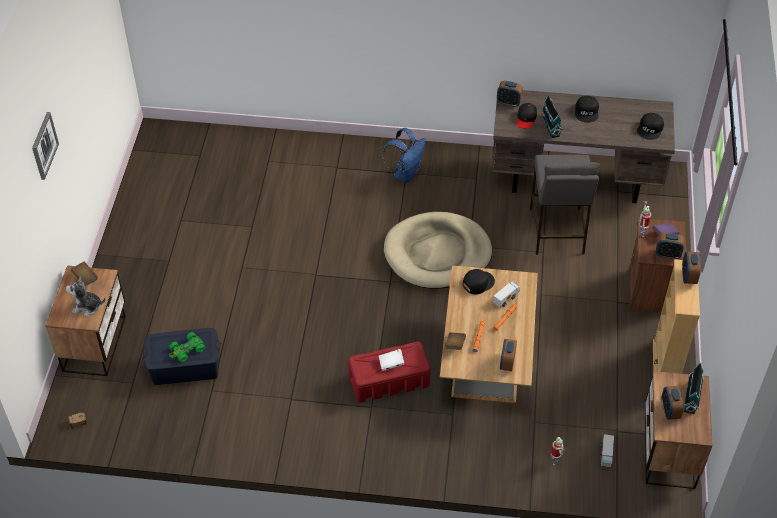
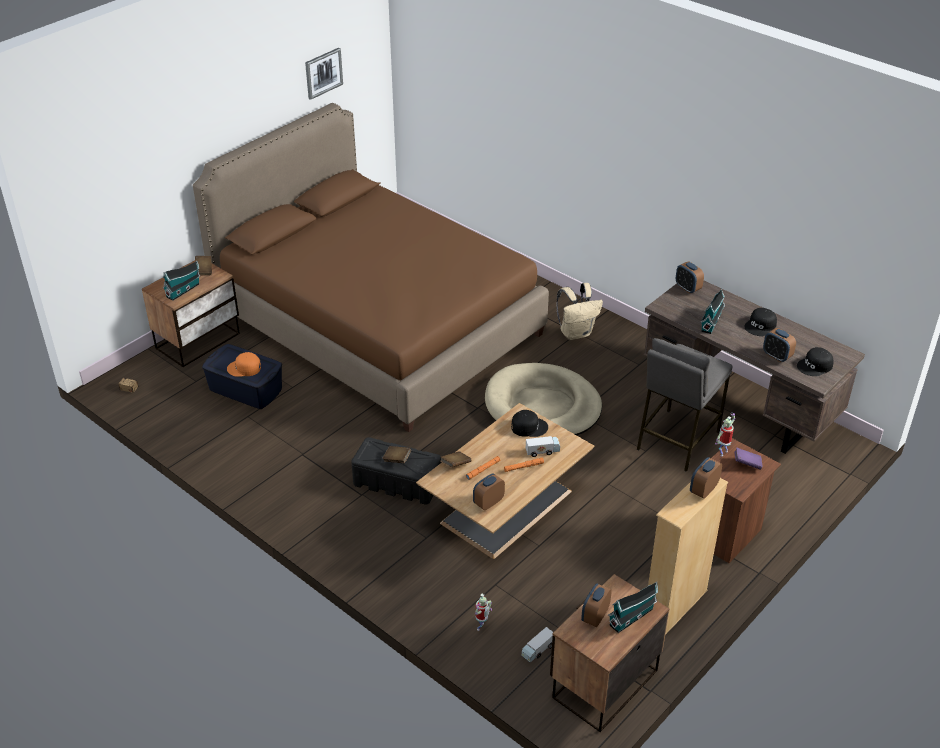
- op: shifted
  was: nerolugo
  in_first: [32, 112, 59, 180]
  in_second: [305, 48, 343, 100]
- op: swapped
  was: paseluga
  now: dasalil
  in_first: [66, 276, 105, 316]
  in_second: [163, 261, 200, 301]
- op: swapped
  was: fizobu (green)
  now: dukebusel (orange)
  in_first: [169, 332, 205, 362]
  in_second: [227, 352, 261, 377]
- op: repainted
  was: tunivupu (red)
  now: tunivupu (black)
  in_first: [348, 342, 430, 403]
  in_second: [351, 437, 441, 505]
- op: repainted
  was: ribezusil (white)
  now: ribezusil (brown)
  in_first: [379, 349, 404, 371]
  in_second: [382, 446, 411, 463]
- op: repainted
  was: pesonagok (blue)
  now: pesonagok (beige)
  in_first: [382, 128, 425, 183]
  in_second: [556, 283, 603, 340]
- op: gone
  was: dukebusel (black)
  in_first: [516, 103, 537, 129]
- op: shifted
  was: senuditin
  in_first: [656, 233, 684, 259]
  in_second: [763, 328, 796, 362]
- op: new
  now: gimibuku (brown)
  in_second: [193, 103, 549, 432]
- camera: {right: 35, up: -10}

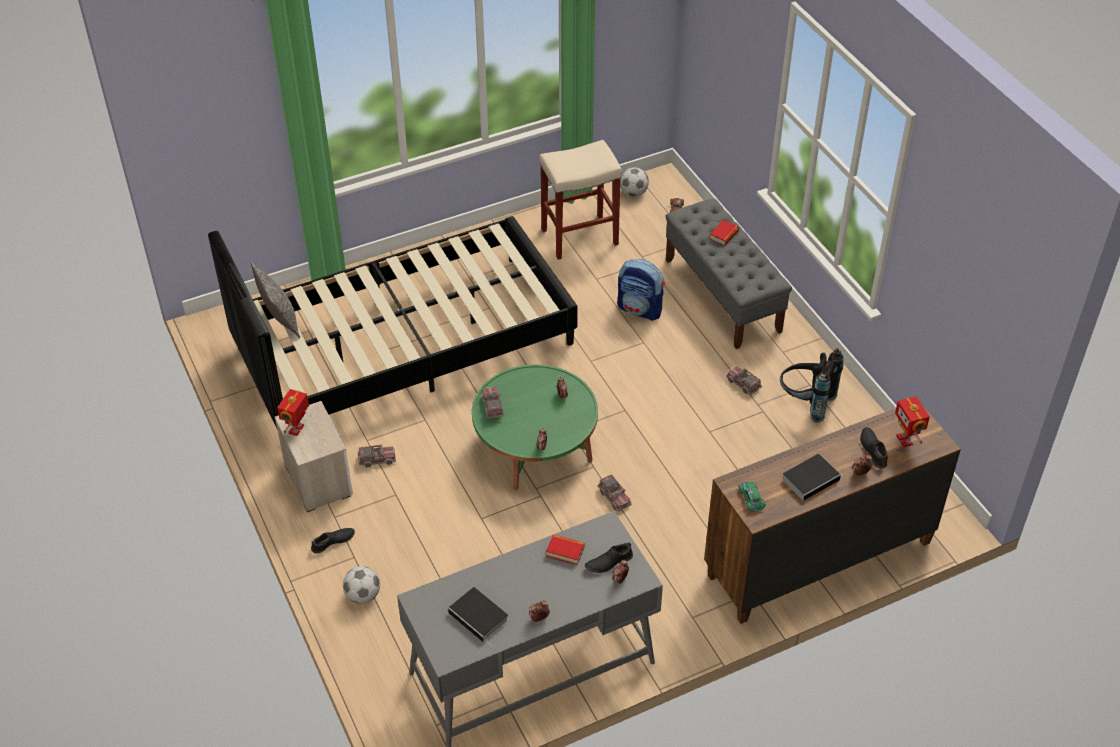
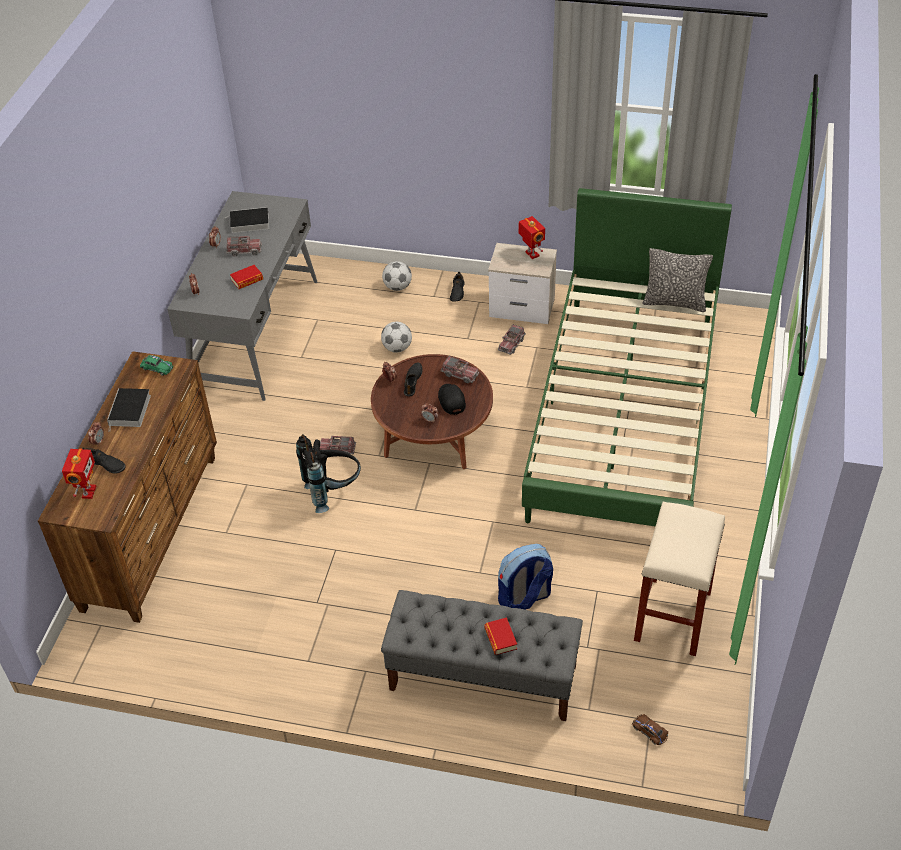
- op: repainted
  was: gimibuku (black)
  now: gimibuku (green)
  in_first: [208, 216, 578, 428]
  in_second: [522, 188, 732, 526]
- op: repainted
  was: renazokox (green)
  now: renazokox (brown)
  in_first: [472, 365, 598, 491]
  in_second: [371, 354, 493, 469]
- op: shifted
  was: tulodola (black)
  in_first: [585, 542, 633, 573]
  in_second: [404, 362, 423, 396]
- op: shifted
  was: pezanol
  in_first: [620, 167, 649, 197]
  in_second: [381, 322, 412, 352]
- op: shifted
  was: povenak
  in_first: [726, 366, 762, 395]
  in_second: [226, 236, 262, 256]
- op: shifted
  was: pesonagok (black)
  in_first: [780, 348, 844, 423]
  in_second: [296, 434, 361, 513]
- op: rotated
  was: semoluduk
  in_first: [895, 396, 930, 447]
  in_second: [62, 449, 97, 499]
  clockwise: 75
- op: new
  now: dukebusel (black)
  in_second: [438, 384, 466, 415]
- camera: {right: 130, up: 0}

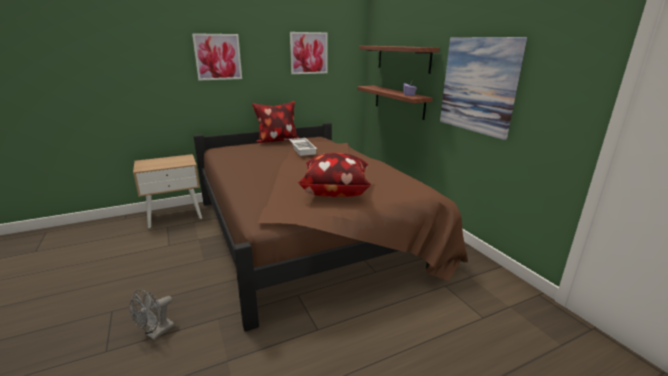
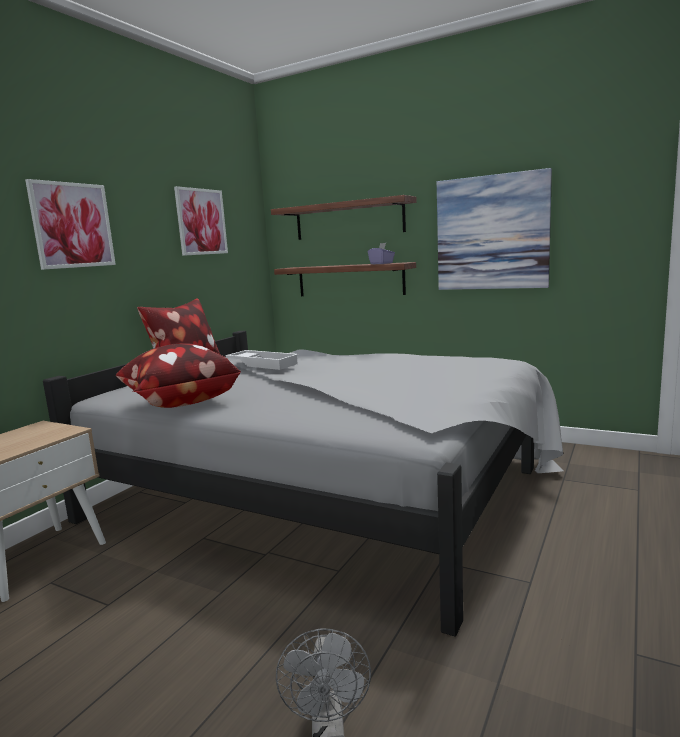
- op: repainted
  was: gimibuku (brown)
  now: gimibuku (grey)
  in_first: [194, 123, 468, 332]
  in_second: [43, 331, 563, 637]
- op: shifted
  was: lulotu
  in_first: [297, 153, 371, 197]
  in_second: [116, 343, 241, 408]
- camera: {right: -35, up: -10}

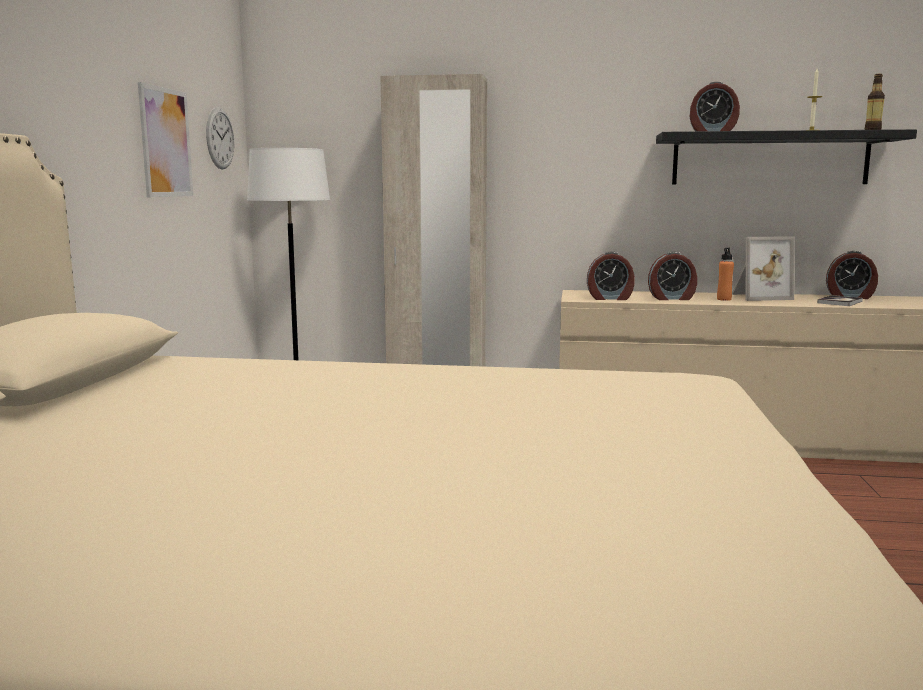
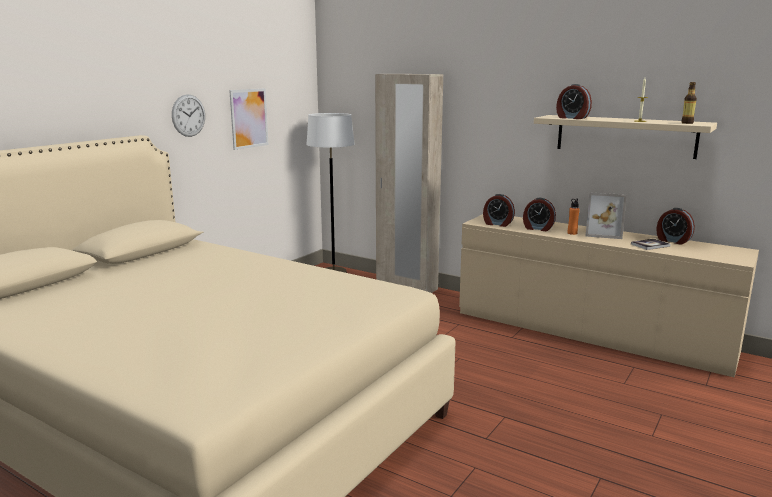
- op: shifted
  was: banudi
  in_first: [206, 107, 234, 169]
  in_second: [172, 94, 205, 137]
- op: repainted
  was: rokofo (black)
  now: rokofo (beige)
  in_first: [656, 129, 917, 184]
  in_second: [534, 115, 717, 159]
- camera: {right: 25, up: 5}

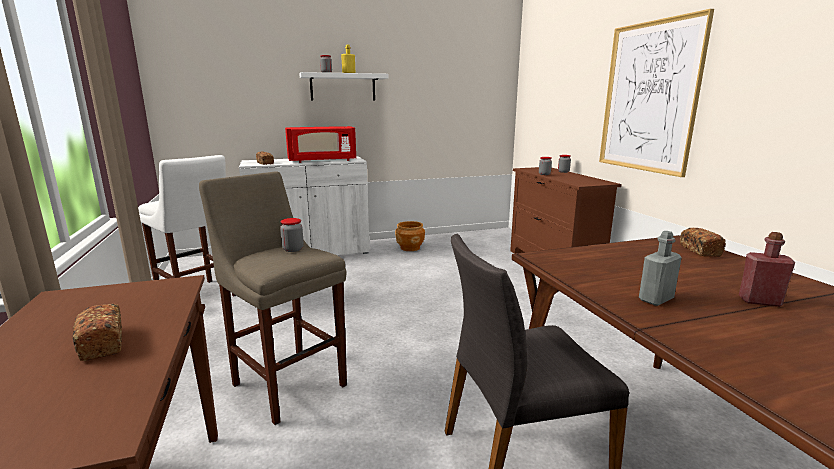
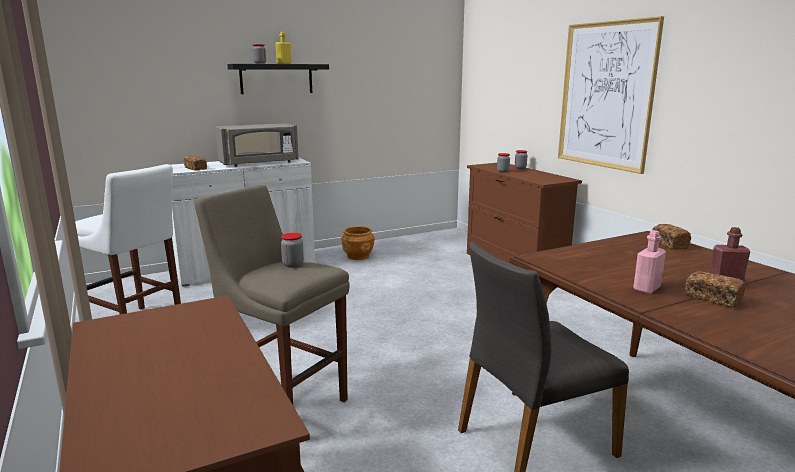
- op: shifted
  was: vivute
  in_first: [73, 304, 122, 361]
  in_second: [685, 271, 745, 307]
- op: repainted
  was: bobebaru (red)
  now: bobebaru (grey)
  in_first: [285, 126, 356, 163]
  in_second: [215, 123, 299, 167]
- op: repainted
  was: rokofo (white)
  now: rokofo (black)
  in_first: [299, 72, 389, 100]
  in_second: [227, 64, 329, 94]
- op: repainted
  was: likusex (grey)
  now: likusex (pink)
  in_first: [639, 231, 682, 306]
  in_second: [633, 230, 666, 294]
- camera: {right: -10, up: 0}

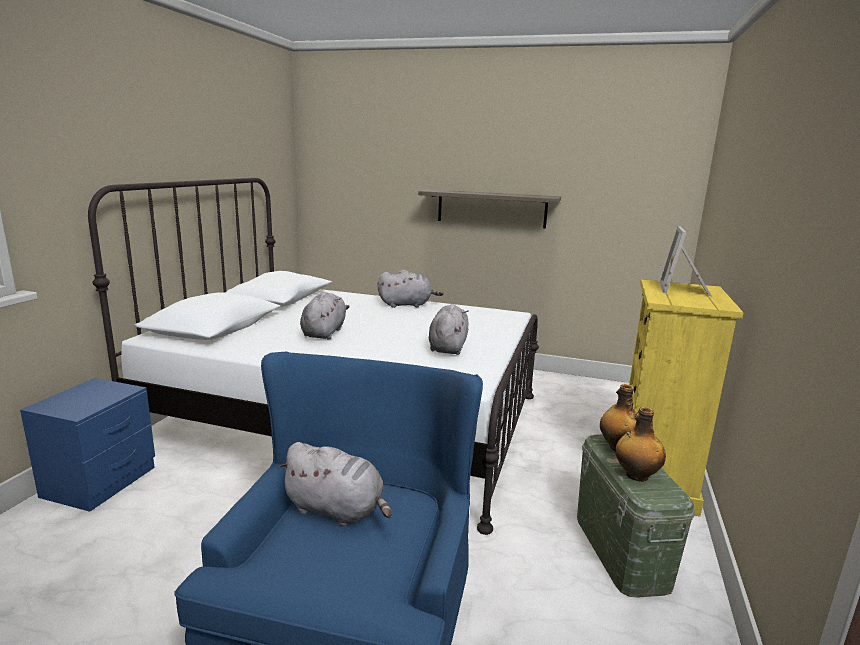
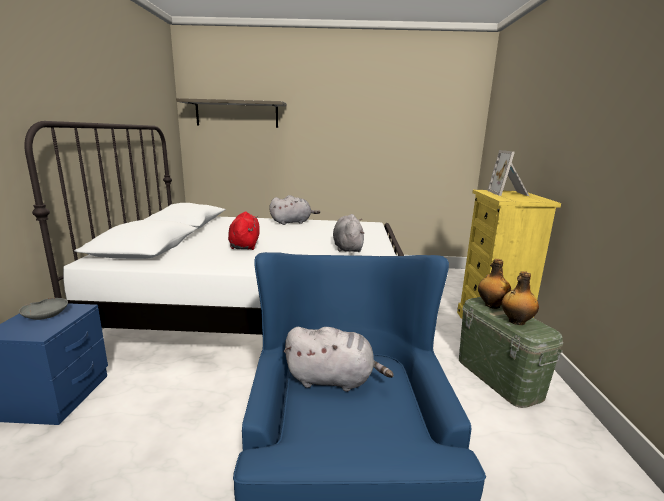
- op: repainted
  was: paseluga (grey)
  now: paseluga (red)
  in_first: [300, 292, 350, 340]
  in_second: [228, 211, 260, 250]
- op: shifted
  was: rokofo
  in_first: [418, 189, 561, 228]
  in_second: [176, 98, 287, 128]
- op: new
  now: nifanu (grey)
  in_second: [19, 298, 68, 320]
- camera: {right: -15, up: 0}

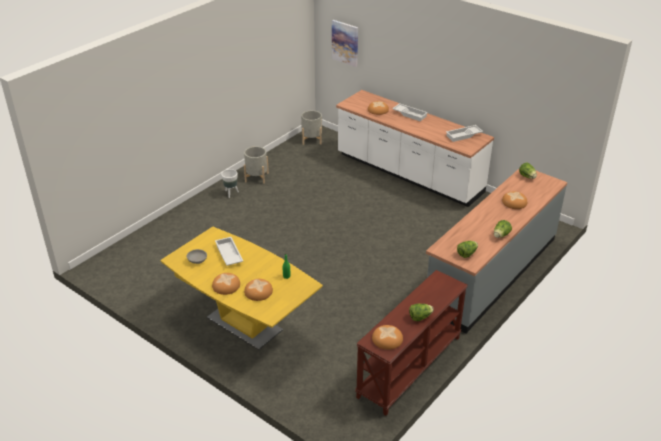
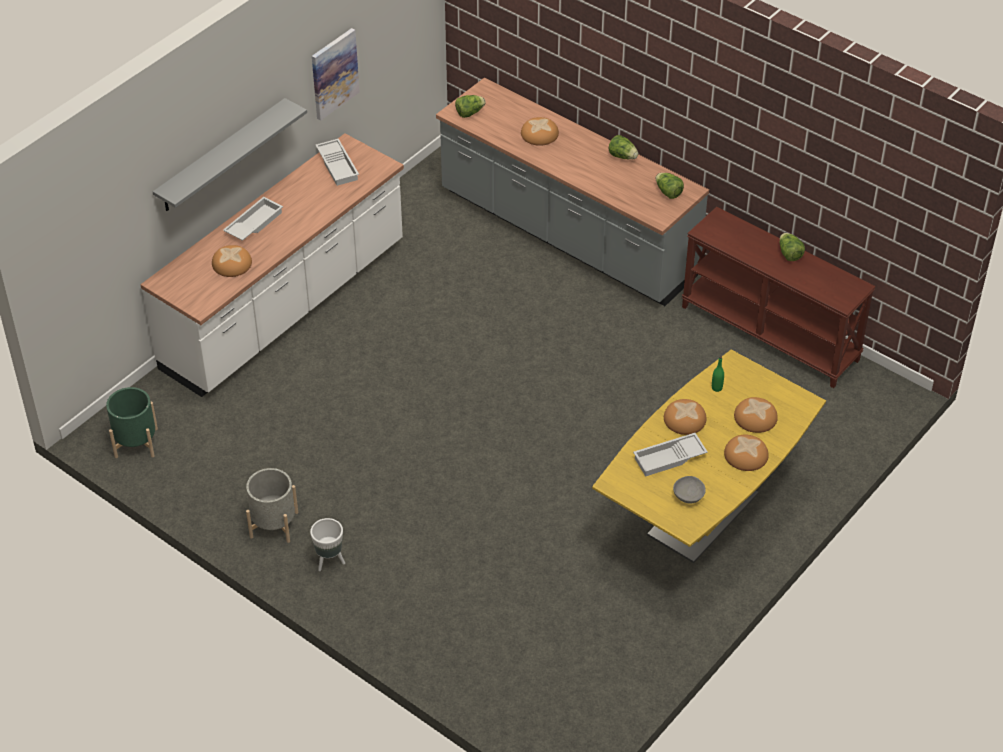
- op: repainted
  was: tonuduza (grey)
  now: tonuduza (green)
  in_first: [301, 110, 322, 145]
  in_second: [106, 387, 158, 458]
- op: shifted
  was: nerolugo
  in_first: [332, 20, 358, 67]
  in_second: [312, 28, 359, 121]
- op: shifted
  was: vivute
  in_first: [372, 325, 403, 350]
  in_second: [664, 399, 706, 435]
- op: new
  now: rokofo (grey)
  in_second: [153, 98, 307, 211]
- camera: {right: -90, up: 10}

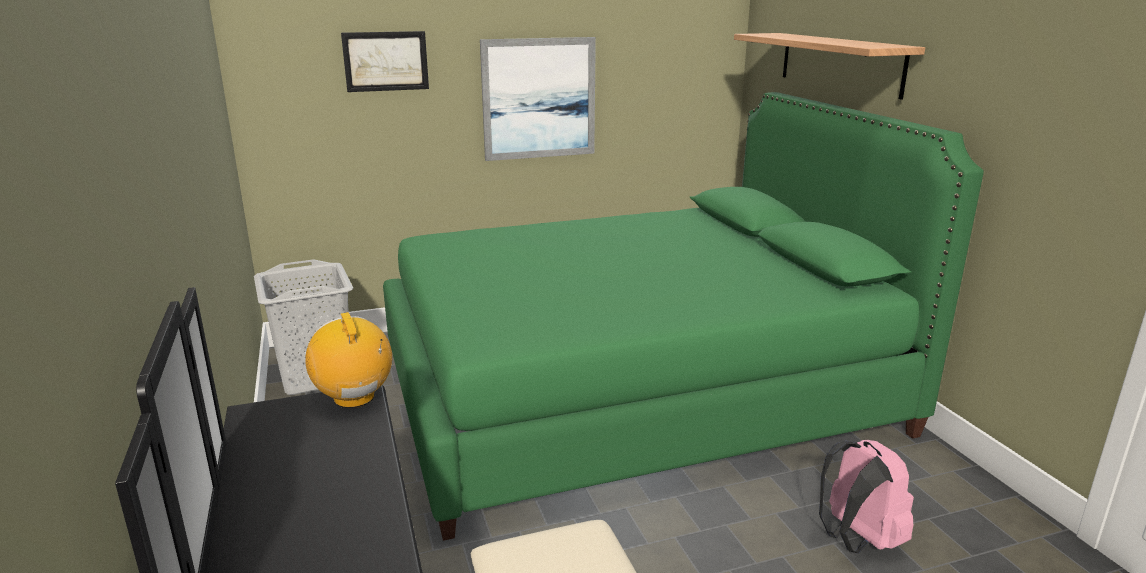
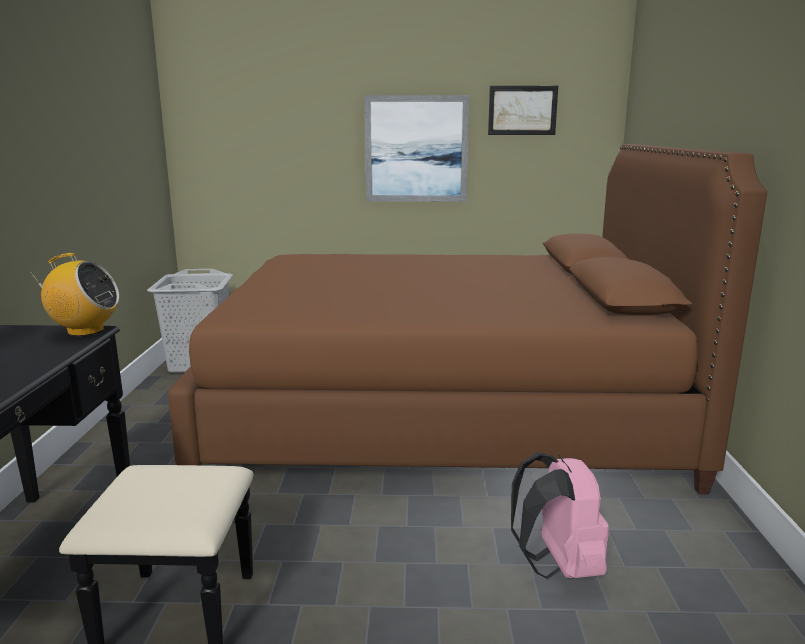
- op: rotated
  was: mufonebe
  in_first: [305, 312, 392, 408]
  in_second: [29, 253, 119, 336]
  clockwise: 105
- op: shifted
  was: nerolugo
  in_first: [341, 31, 429, 92]
  in_second: [488, 86, 558, 135]
- op: repainted
  was: gimibuku (green)
  now: gimibuku (brown)
  in_first: [383, 92, 984, 541]
  in_second: [168, 144, 767, 494]
- op: gone
  was: rokofo
  in_first: [734, 33, 925, 100]
- camera: {right: 20, up: -5}

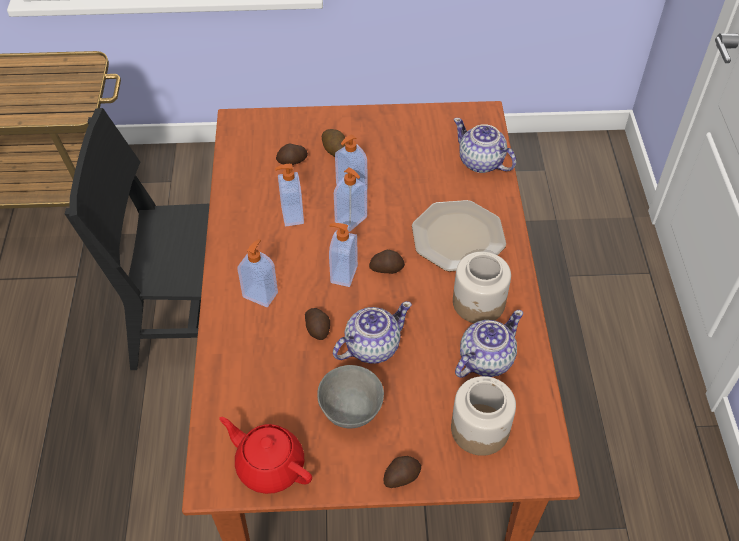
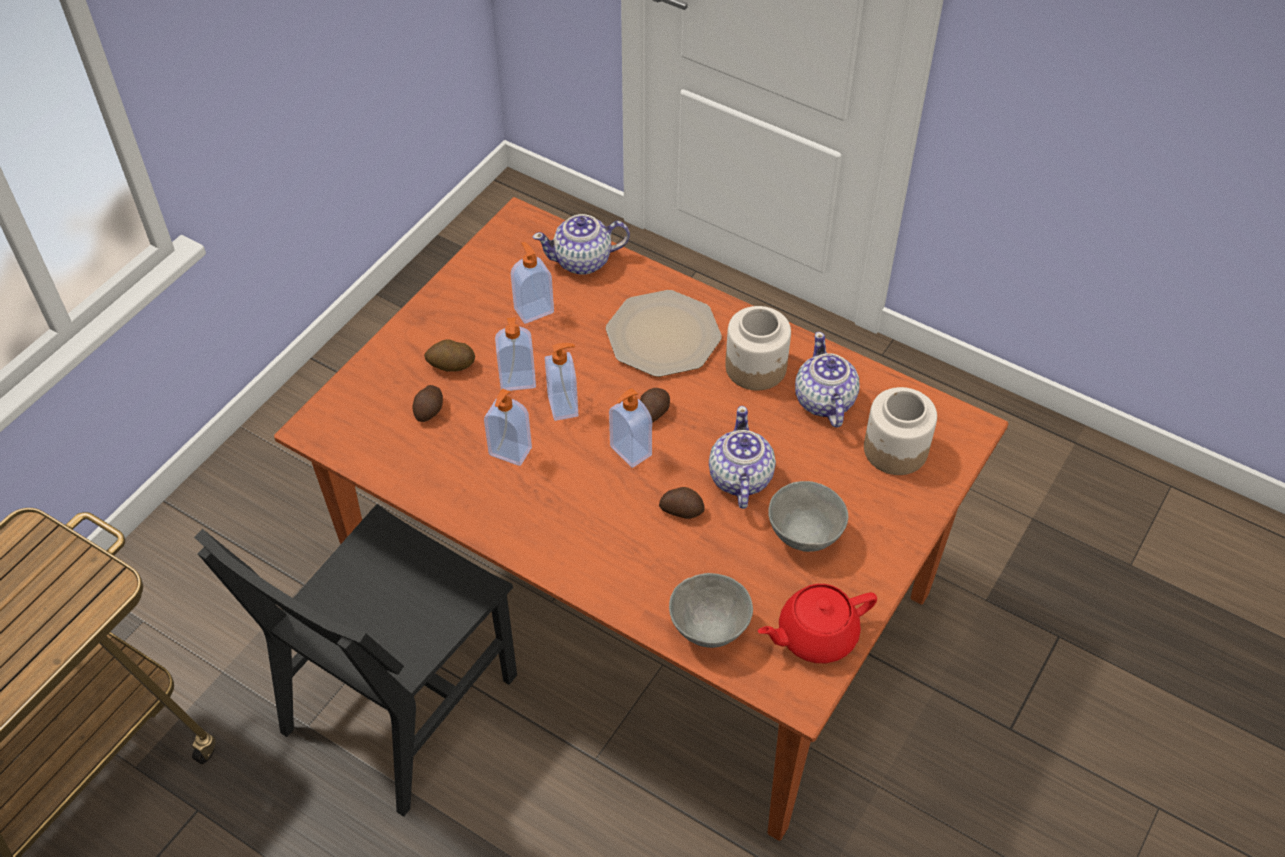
- op: shifted
  was: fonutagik
  in_first: [237, 239, 278, 307]
  in_second: [511, 242, 554, 324]
- op: gone
  was: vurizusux
  in_first: [384, 456, 421, 488]
- op: new
  now: nifanu (grey)
  in_second: [669, 573, 753, 648]
- camera: {right: -55, up: 0}

